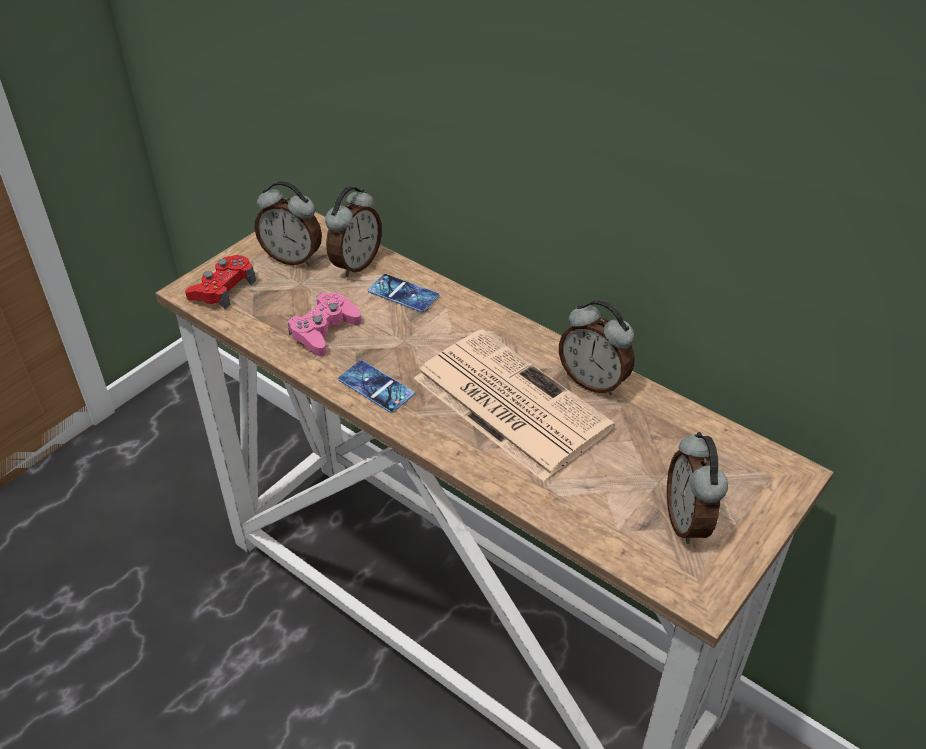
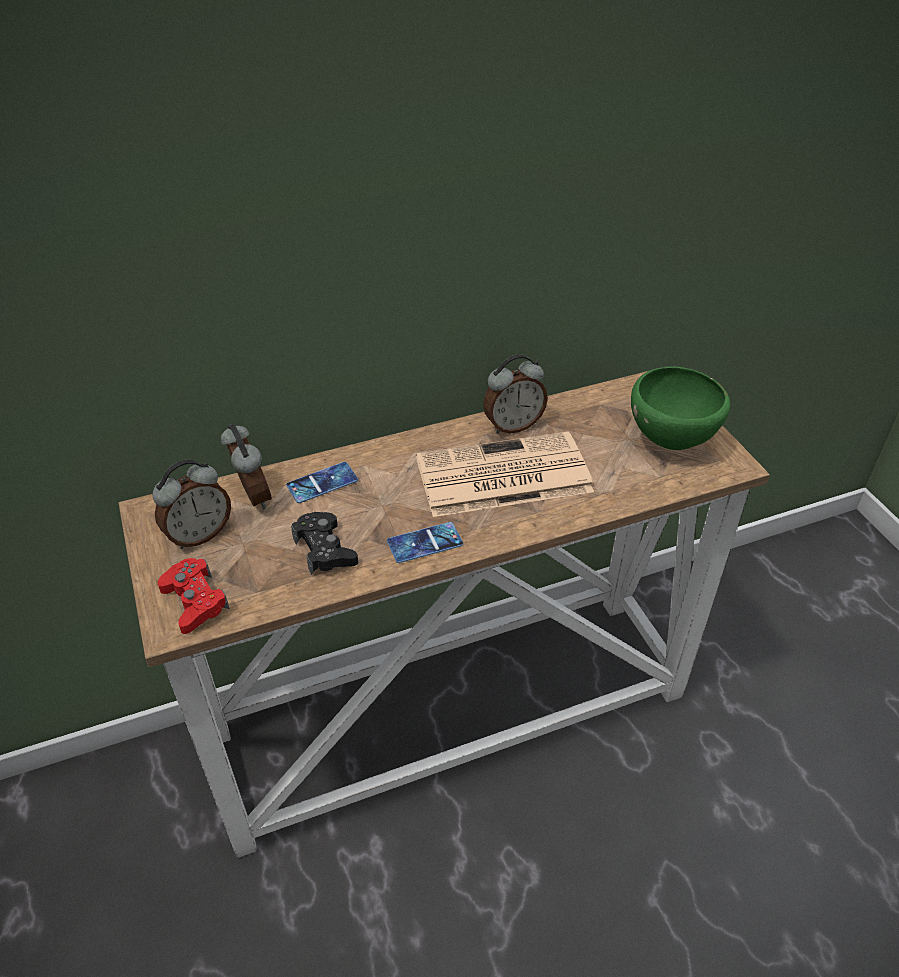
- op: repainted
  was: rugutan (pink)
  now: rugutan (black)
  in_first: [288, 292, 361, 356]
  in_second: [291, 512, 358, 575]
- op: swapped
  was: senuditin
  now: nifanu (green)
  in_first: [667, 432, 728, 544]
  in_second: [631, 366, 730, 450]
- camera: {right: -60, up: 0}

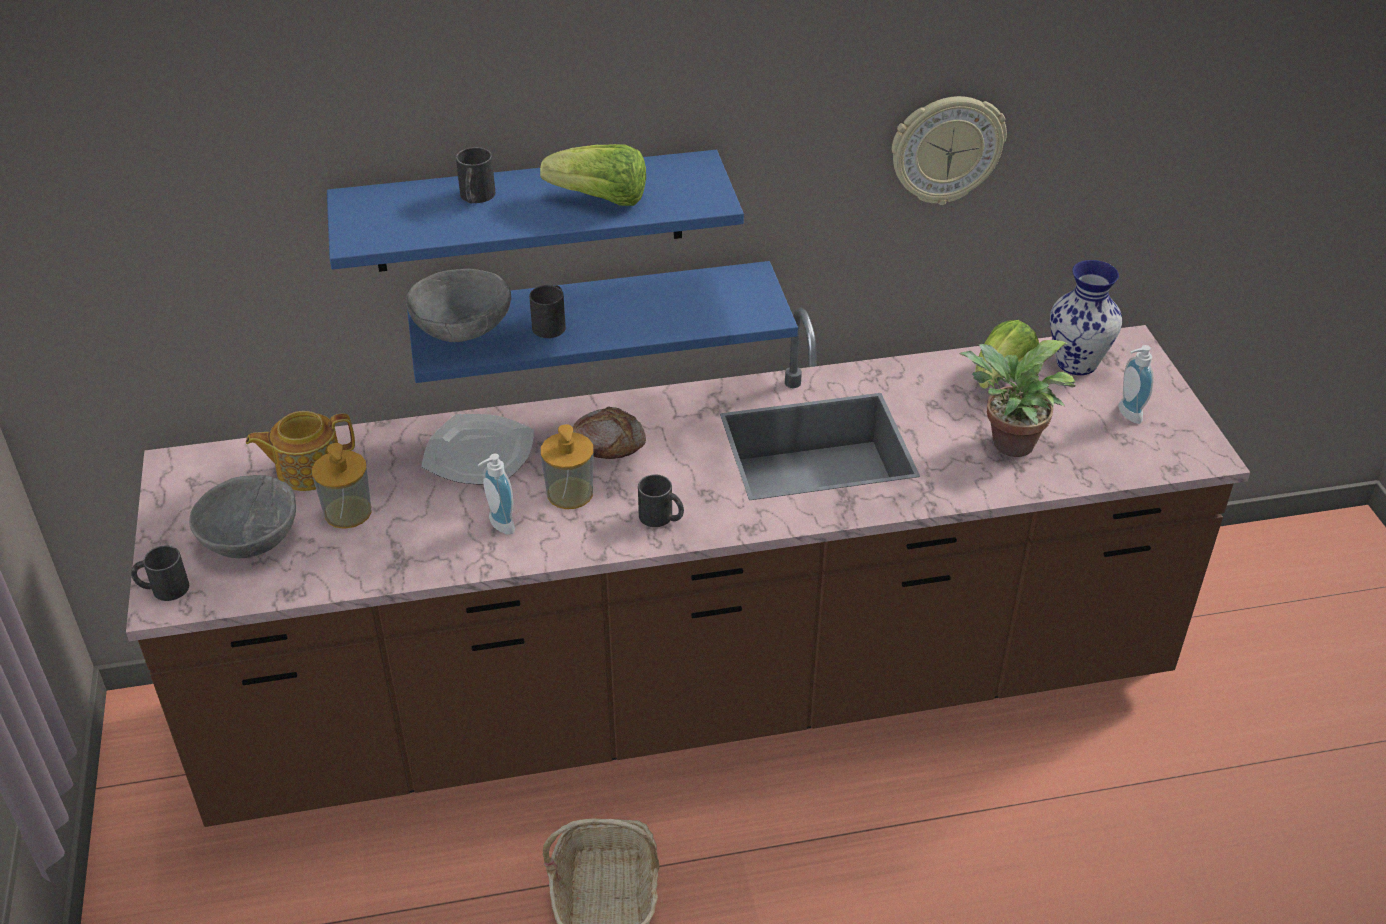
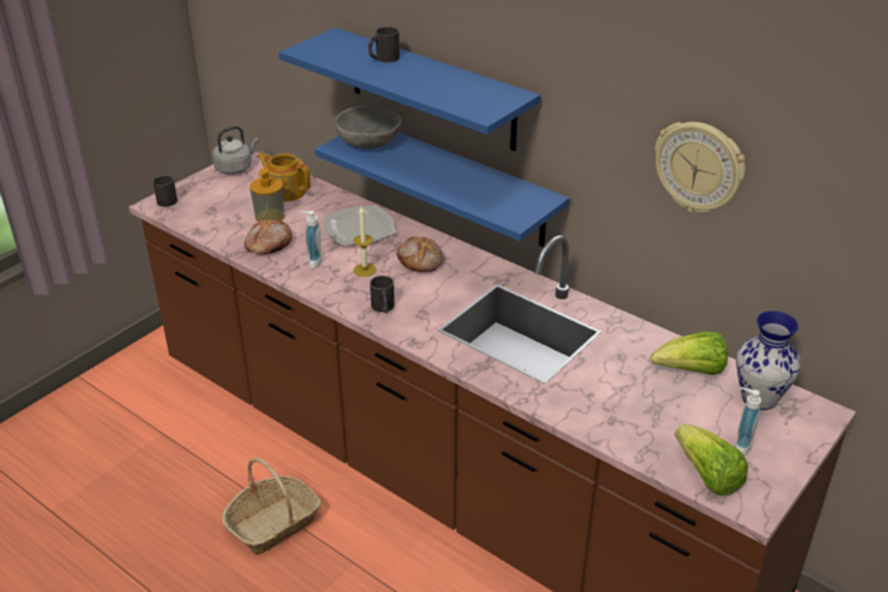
- op: gone
  was: nifanu (grey)
  in_first: [189, 475, 296, 558]
- op: gone
  was: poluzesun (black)
  in_first: [529, 285, 566, 338]
- op: shifted
  was: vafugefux
  in_first: [540, 144, 646, 206]
  in_second: [675, 424, 748, 496]
- op: swapped
  was: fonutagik
  now: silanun
  in_first: [541, 424, 594, 509]
  in_second: [353, 205, 377, 277]
- op: gone
  was: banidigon
  in_first: [959, 340, 1076, 457]
- op: new
  now: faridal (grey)
  in_second: [212, 126, 258, 174]
- op: new
  now: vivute
  in_second: [244, 218, 292, 254]
- camera: {right: 50, up: -5}

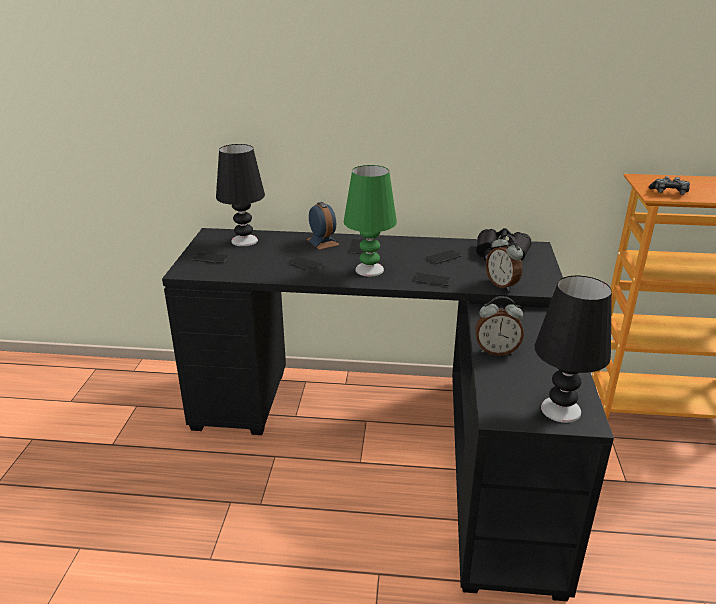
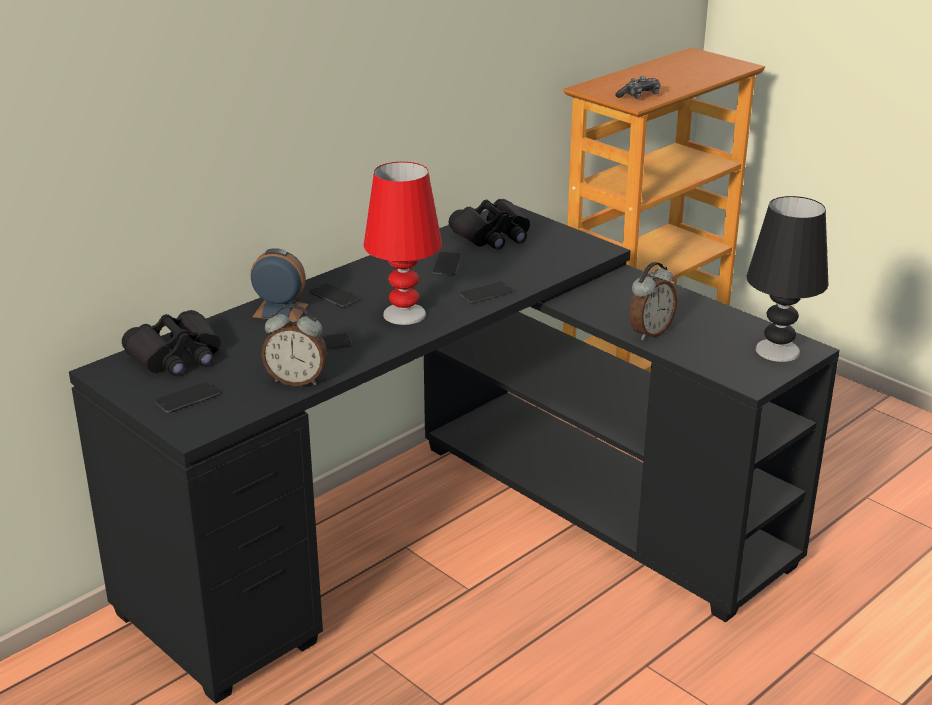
- op: swapped
  was: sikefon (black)
  now: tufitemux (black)
  in_first: [216, 144, 265, 246]
  in_second: [122, 310, 221, 376]
- op: repainted
  was: sikefon (green)
  now: sikefon (red)
  in_first: [344, 165, 397, 277]
  in_second: [364, 162, 442, 325]
- op: shifted
  was: senuditin
  in_first: [486, 235, 523, 291]
  in_second: [261, 304, 327, 386]
- camera: {right: -50, up: 0}

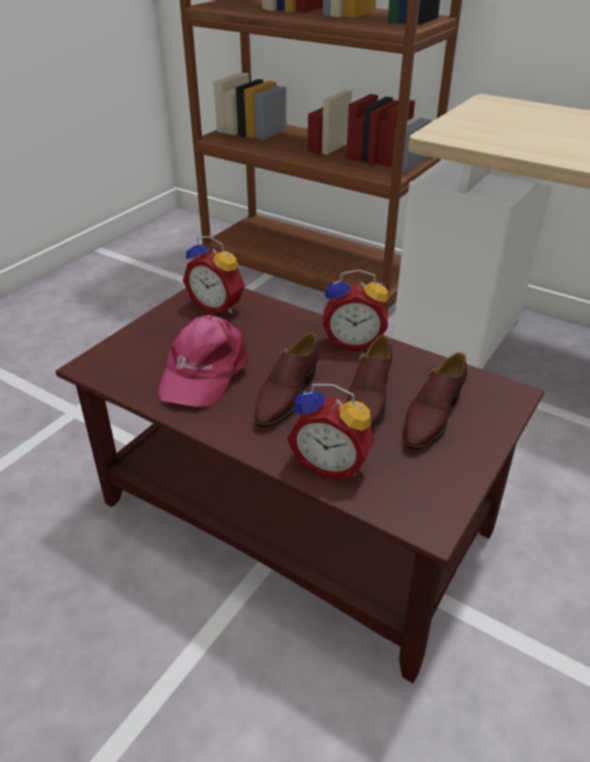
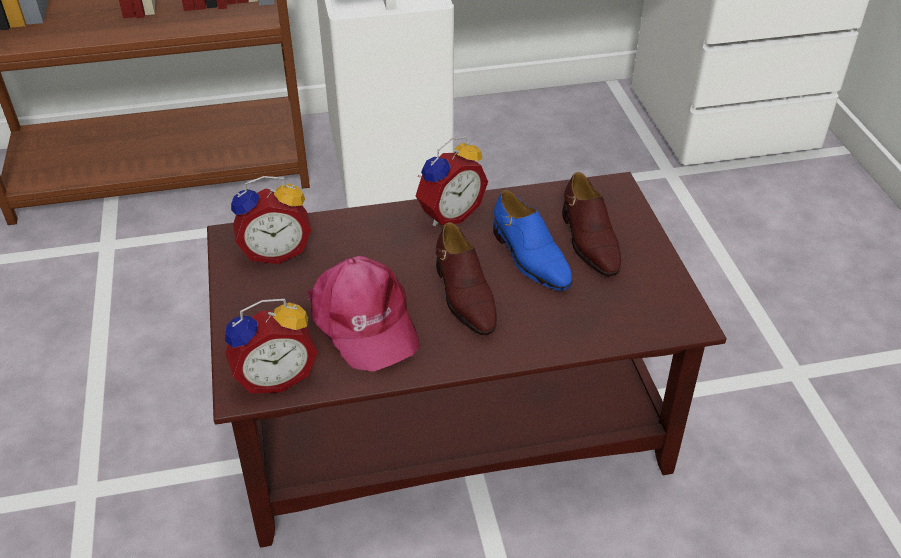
- op: shifted
  was: senuditin
  in_first: [287, 384, 375, 478]
  in_second: [225, 299, 318, 393]
- op: repainted
  was: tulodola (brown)
  now: tulodola (blue)
  in_first: [347, 335, 392, 431]
  in_second: [493, 190, 573, 291]
- camera: {right: -45, up: 5}

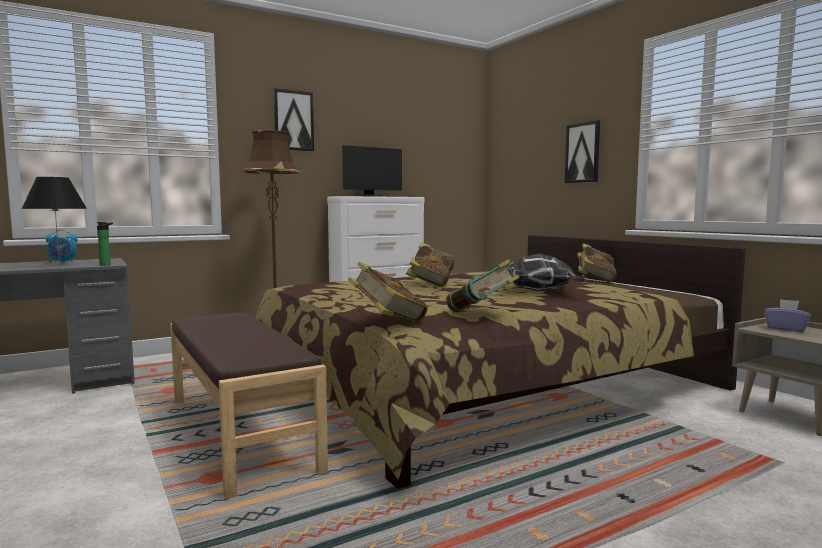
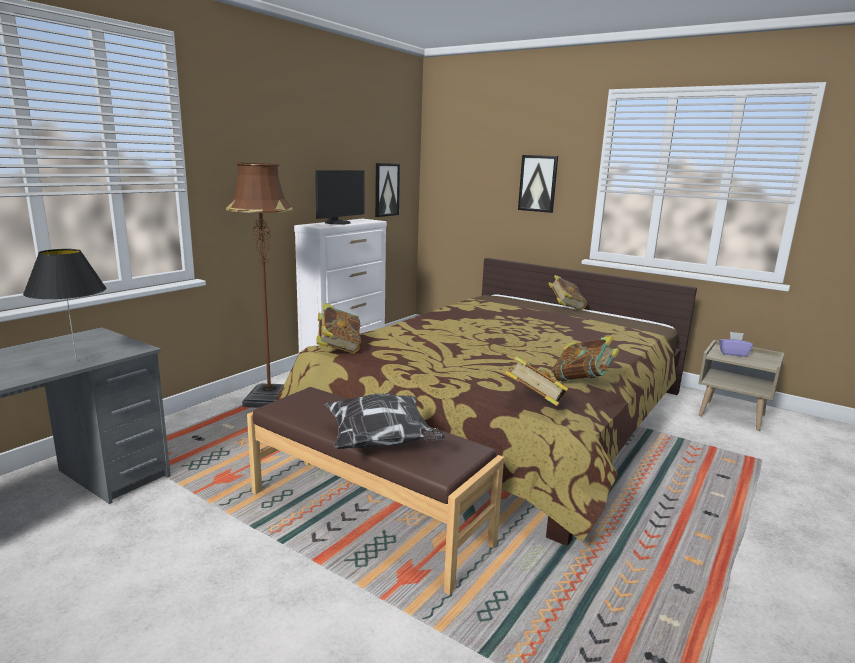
- op: gone
  was: senuditin
  in_first: [46, 229, 78, 263]
- op: gone
  was: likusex
  in_first: [97, 222, 113, 266]
- op: shifted
  was: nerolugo
  in_first: [273, 88, 314, 151]
  in_second: [375, 163, 400, 217]
- op: shifted
  was: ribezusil
  in_first: [406, 242, 455, 287]
  in_second: [316, 303, 361, 353]
- op: shifted
  was: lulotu
  in_first: [505, 253, 587, 291]
  in_second: [324, 393, 446, 449]
- camera: {right: -25, up: 10}

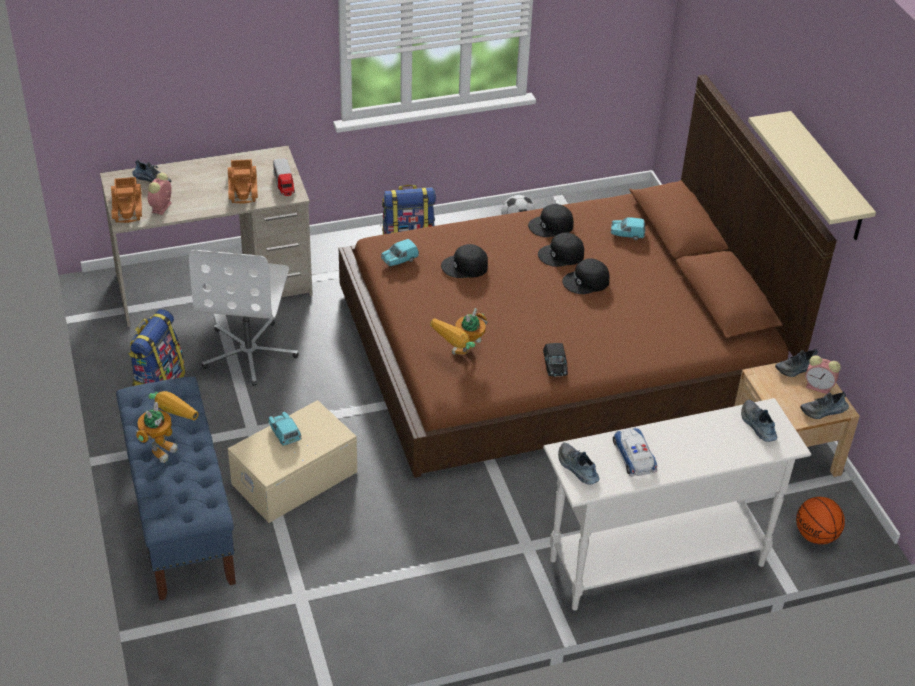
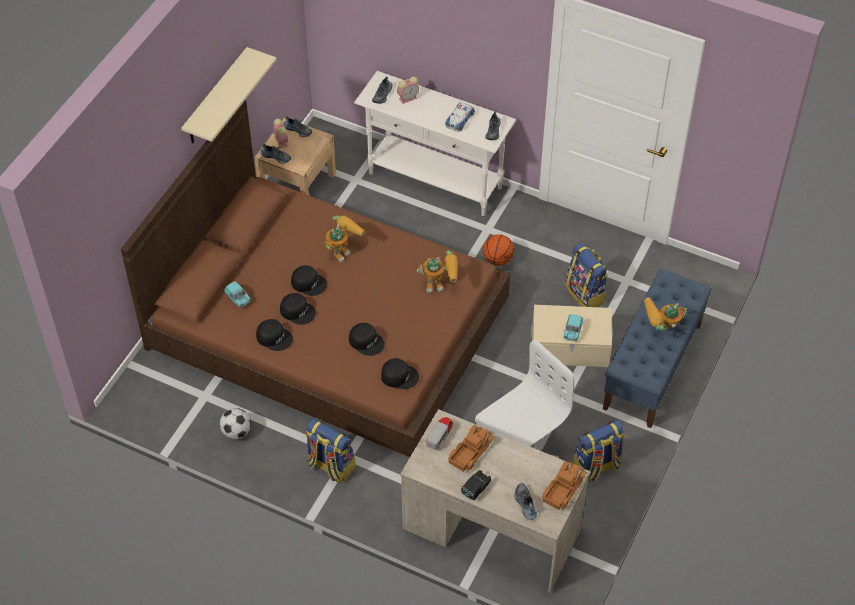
- op: shifted
  was: senuditin
  in_first: [148, 172, 172, 215]
  in_second: [397, 77, 419, 104]
- op: swapped
  was: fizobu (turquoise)
  now: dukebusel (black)
  in_first: [381, 239, 419, 266]
  in_second: [381, 358, 419, 389]
- op: shifted
  was: fizobu (black)
  in_first: [543, 343, 568, 377]
  in_second: [461, 470, 491, 500]
- op: shifted
  was: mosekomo
  in_first: [796, 497, 845, 544]
  in_second: [483, 234, 514, 266]
- op: new
  now: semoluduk
  in_second: [325, 215, 365, 263]
- op: new
  now: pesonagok
  in_second: [565, 243, 608, 307]
- camera: {right: -135, up: 10}

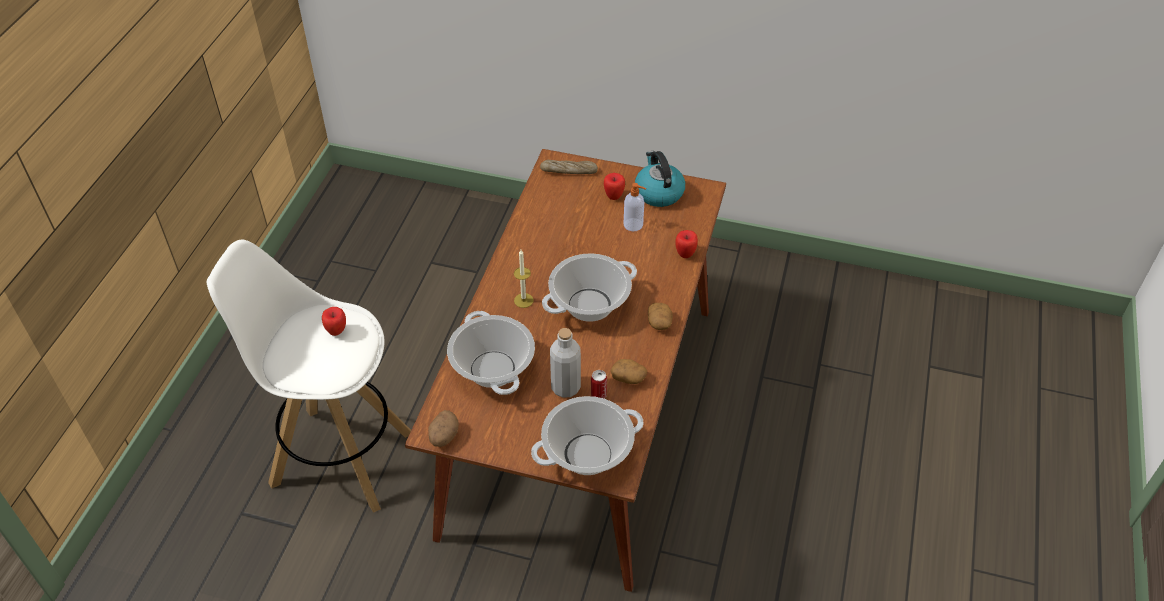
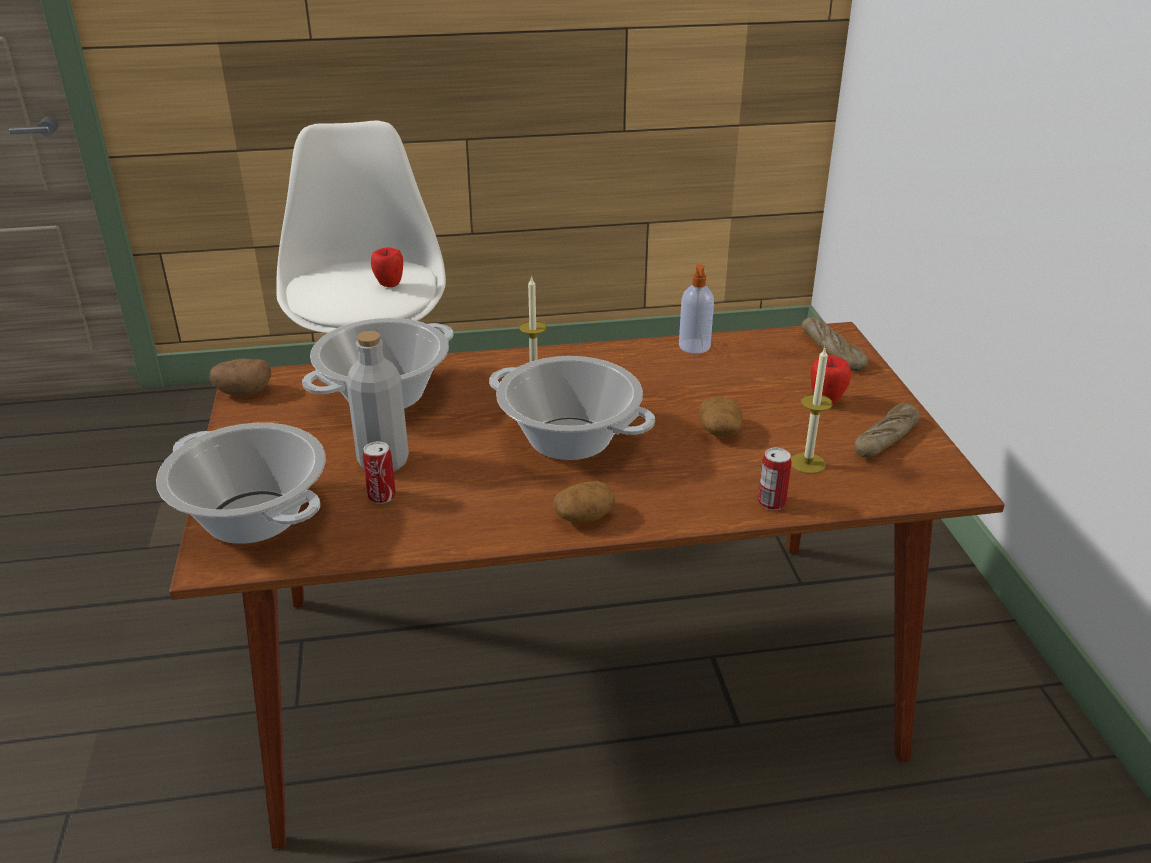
- op: shifted
  was: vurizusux
  in_first: [611, 359, 647, 384]
  in_second: [699, 398, 742, 436]
- op: shifted
  was: fonutagik
  in_first: [624, 183, 646, 231]
  in_second: [679, 264, 714, 354]
- op: swapped
  was: faridal
  now: vivute
  in_first: [635, 151, 685, 207]
  in_second: [854, 403, 920, 457]
- op: swapped
  was: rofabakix
  now: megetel
  in_first: [675, 230, 698, 258]
  in_second: [758, 448, 792, 510]
- op: new
  now: silanun
  in_second: [791, 348, 833, 474]
- camera: {right: 65, up: -15}

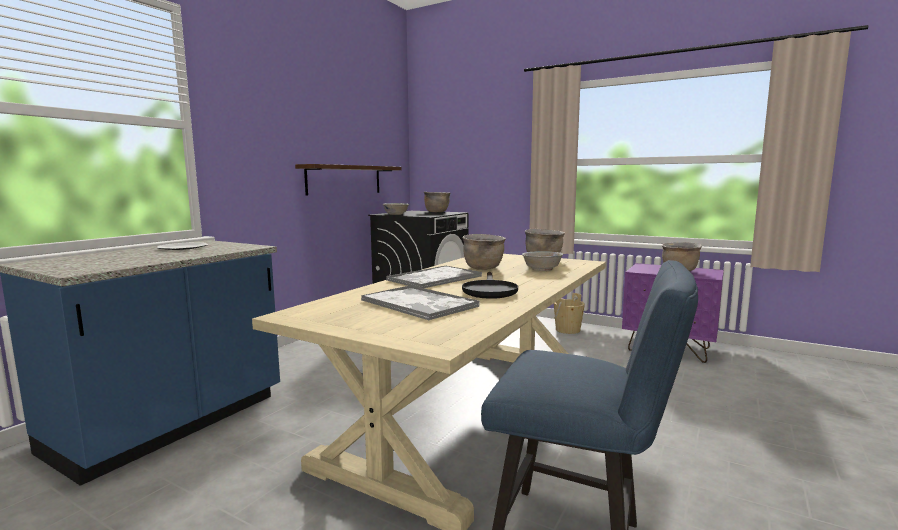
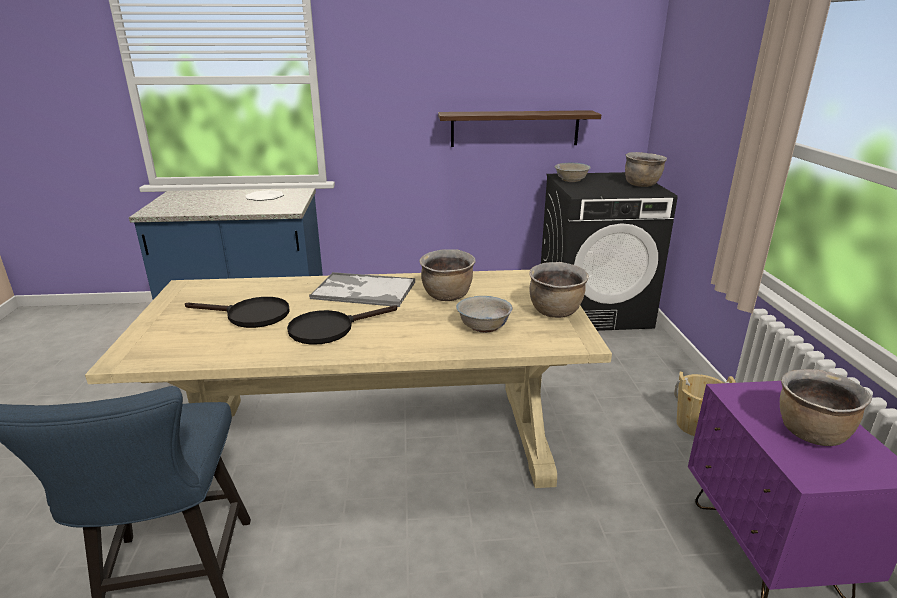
- op: swapped
  was: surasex
  now: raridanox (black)
  in_first: [361, 285, 480, 320]
  in_second: [185, 297, 290, 328]
- camera: {right: 55, up: 15}

